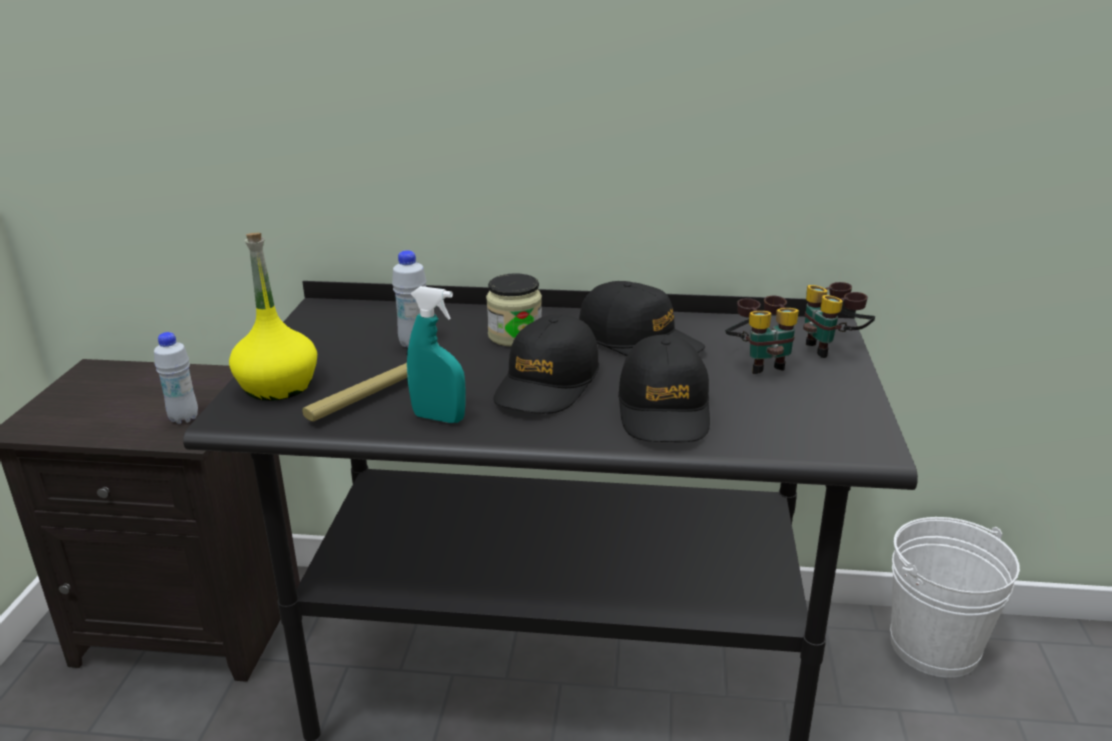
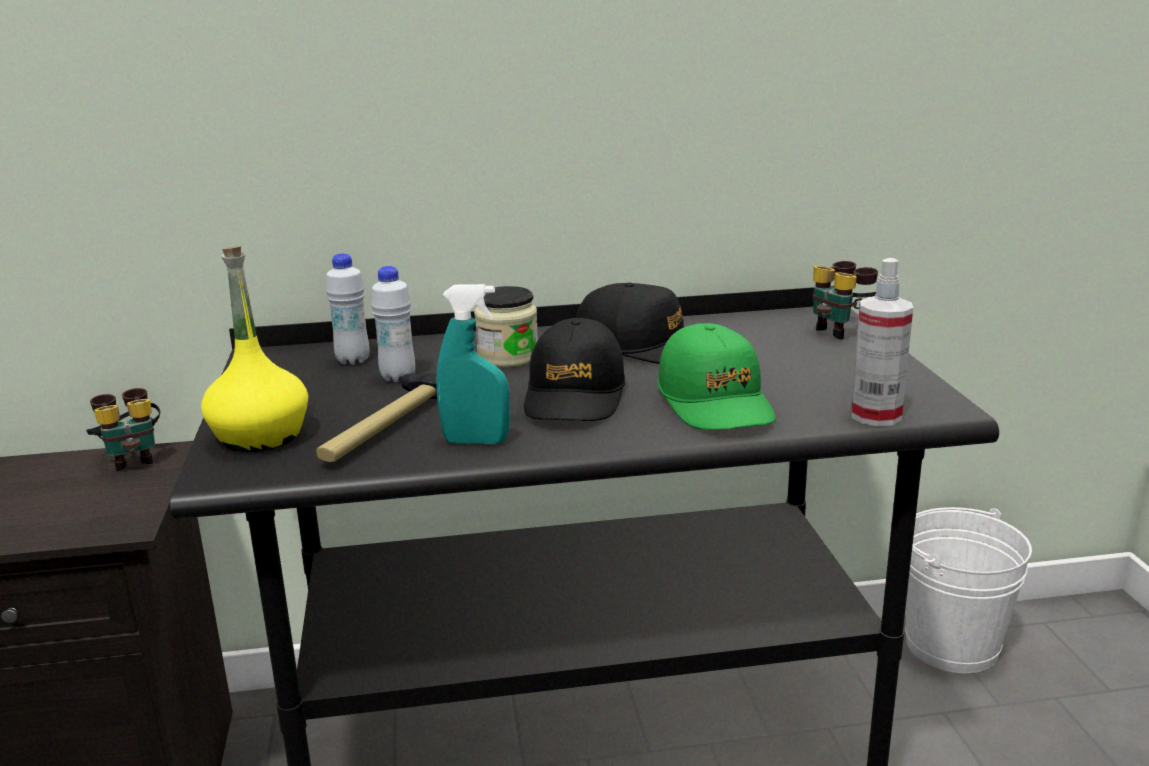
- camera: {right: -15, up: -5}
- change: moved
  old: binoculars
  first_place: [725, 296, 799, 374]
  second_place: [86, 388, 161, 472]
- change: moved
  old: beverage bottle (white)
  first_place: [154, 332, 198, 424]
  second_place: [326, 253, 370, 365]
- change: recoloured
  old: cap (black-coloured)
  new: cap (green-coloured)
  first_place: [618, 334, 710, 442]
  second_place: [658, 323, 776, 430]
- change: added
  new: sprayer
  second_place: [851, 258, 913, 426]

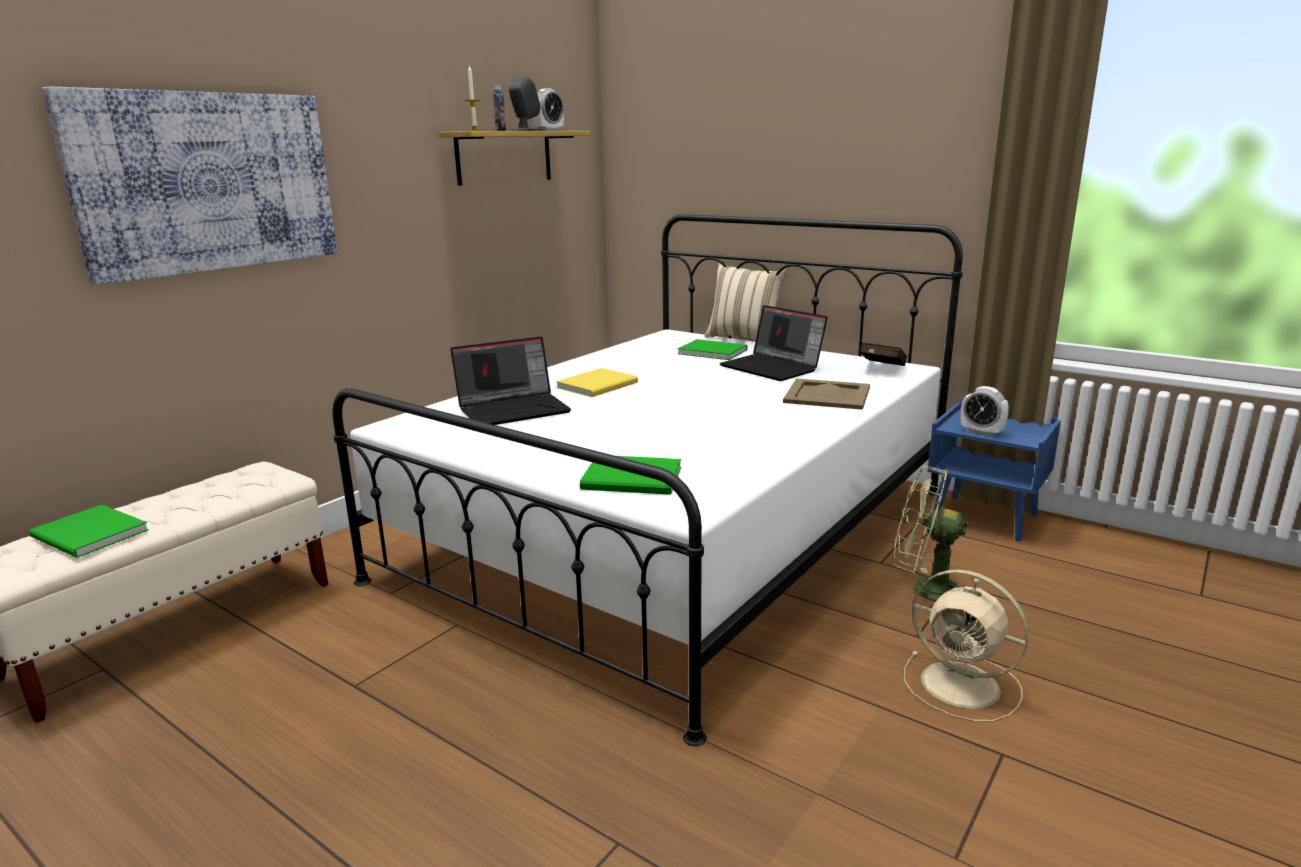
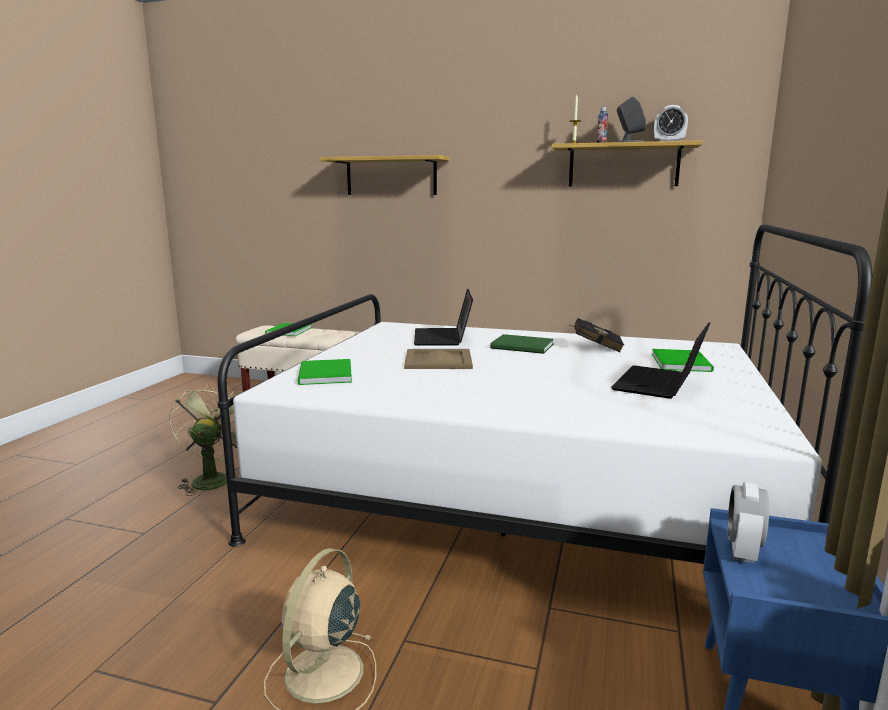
- camera: {right: 70, up: -5}
- change: moved
  old: electric fan (green-coloured)
  first_place: [893, 466, 968, 609]
  second_place: [169, 384, 241, 496]
- change: replaced
  old: wall picture
  new: wall shelf
  first_place: [42, 87, 337, 285]
  second_place: [320, 155, 450, 195]
- change: moved
  old: serving tray (sand-coloured)
  first_place: [783, 378, 870, 410]
  second_place: [404, 349, 473, 369]
- change: turned
  old: notebook computer
  first_place: [450, 336, 571, 425]
  second_place: [414, 288, 473, 346]
  degrees: 45
- change: recoloured
  old: volume (yellow-coloured)
  new: volume (green-coloured)
  first_place: [556, 368, 638, 397]
  second_place: [490, 334, 554, 354]
- change: moved
  old: volume (black-coloured)
  first_place: [860, 343, 907, 366]
  second_place: [567, 318, 624, 352]
- change: removed
  old: cushion (sand-coloured)
  first_place: [705, 263, 787, 340]

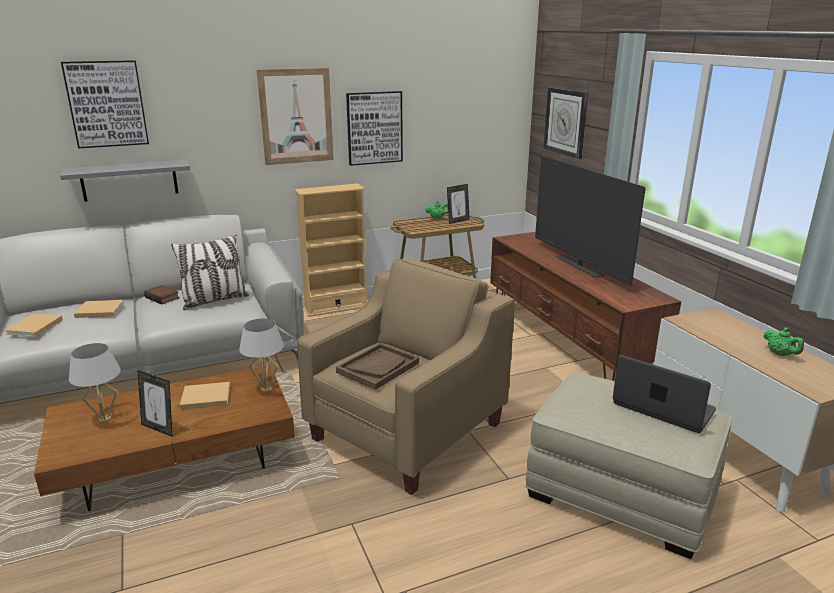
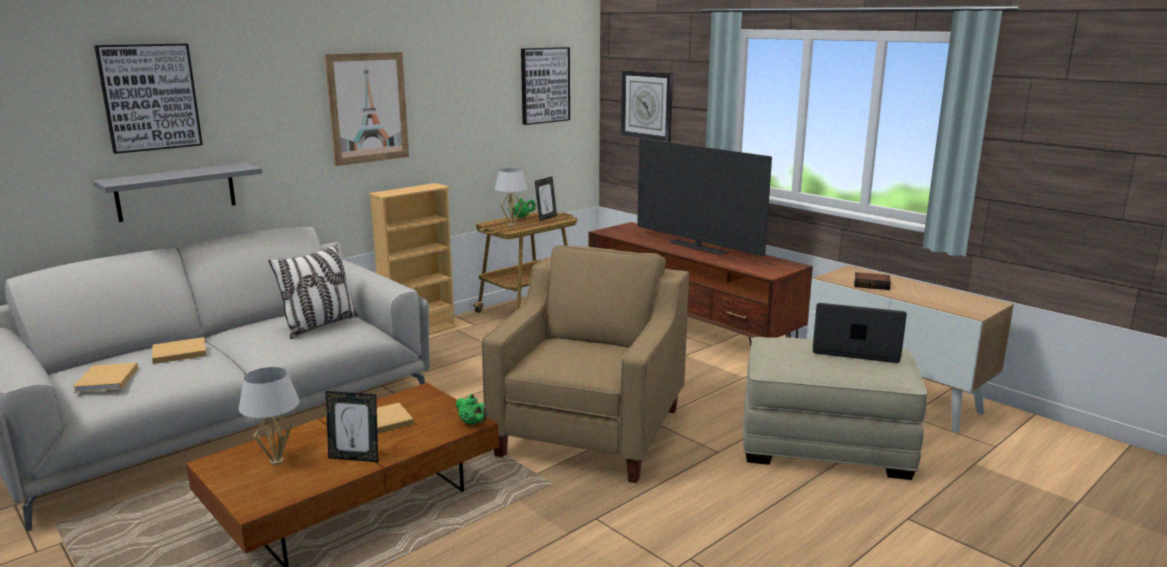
- camera: {right: -20, up: -5}
- change: moved
  old: tea pot (green-coloured)
  first_place: [763, 328, 804, 356]
  second_place: [456, 394, 487, 425]
- change: moved
  old: table lamp (white)
  first_place: [239, 318, 284, 392]
  second_place: [495, 168, 528, 226]
- change: moved
  old: wall picture
  first_place: [346, 91, 403, 166]
  second_place: [521, 47, 570, 125]
- change: moved
  old: volume
  first_place: [144, 285, 179, 305]
  second_place: [854, 272, 891, 290]
- change: removed
  old: serving tray (brown)
  first_place: [336, 343, 419, 390]

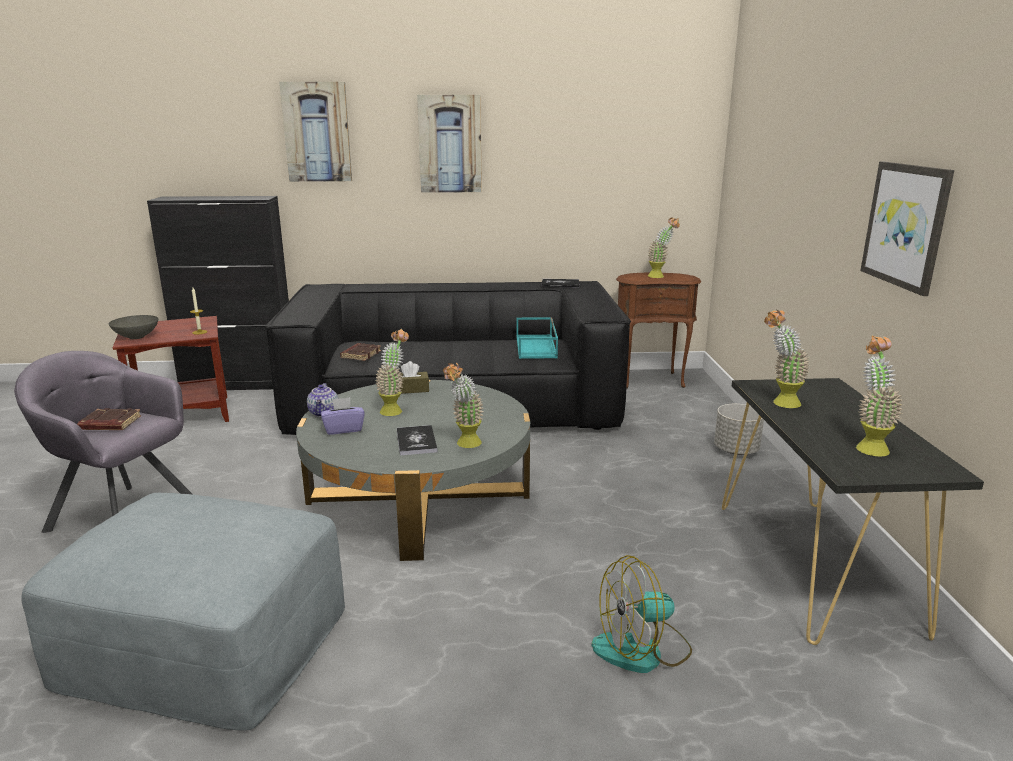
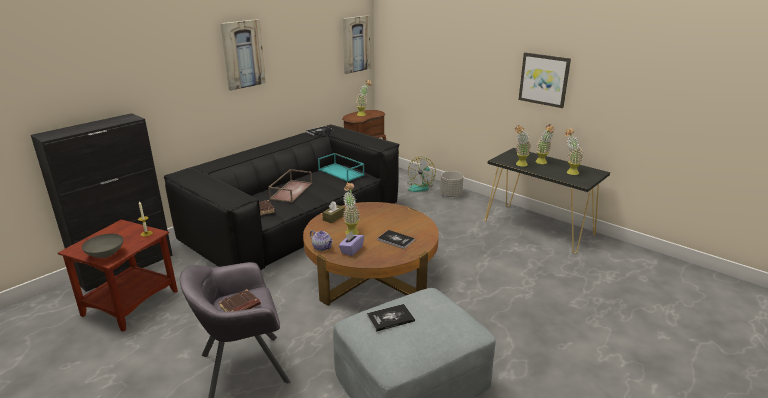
- camera: {right: -45, up: 5}
- change: added
  new: serving tray (brown)
  second_place: [268, 169, 312, 203]
- change: recoloured
  old: lounge table (grey)
  new: lounge table (brown)
  first_place: [296, 380, 530, 561]
  second_place: [303, 202, 439, 306]
- change: moved
  old: wall picture
  first_place: [279, 82, 352, 182]
  second_place: [342, 15, 370, 74]
- change: added
  new: volume
  second_place: [367, 304, 415, 332]
- change: moved
  old: electric fan
  first_place: [592, 555, 692, 673]
  second_place: [407, 157, 436, 192]
- change: moved
  old: plant in a pot
  first_place: [443, 363, 484, 448]
  second_place: [535, 124, 554, 164]

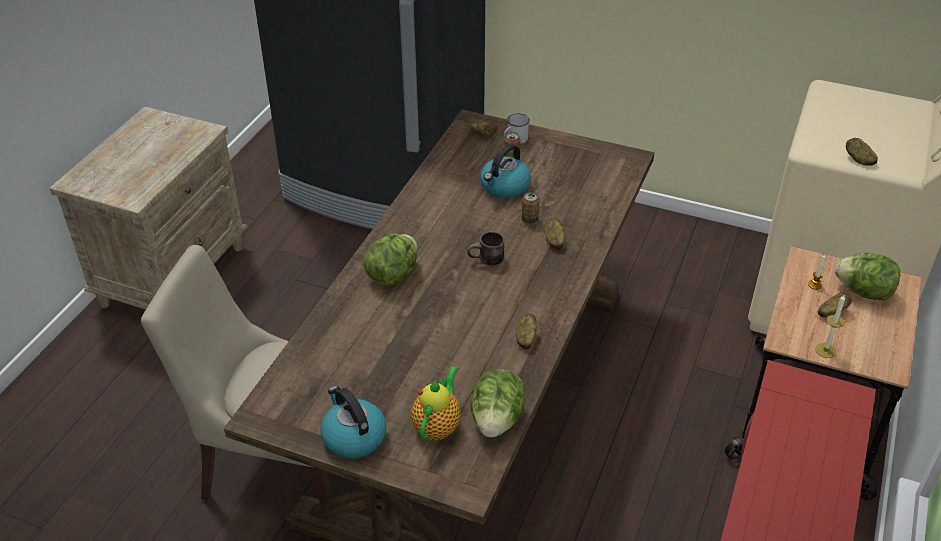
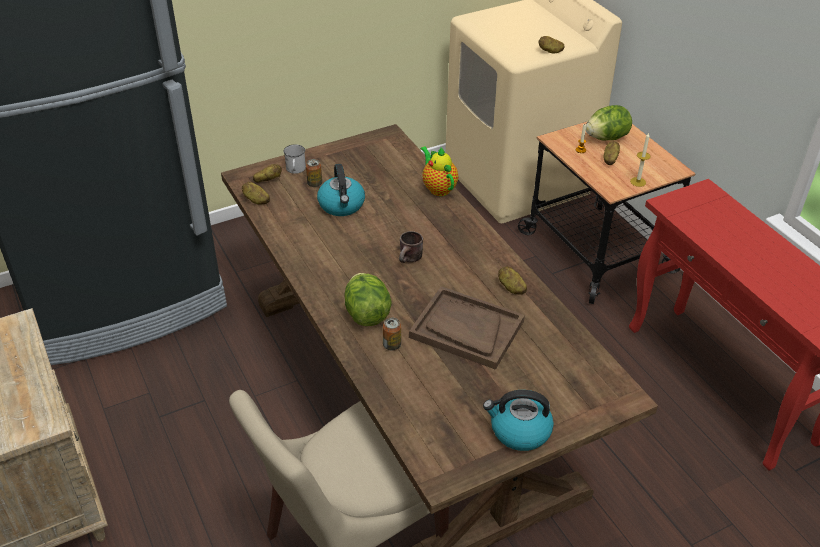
- camera: {right: -50, up: 0}
- change: moved
  old: whole potato
  first_place: [544, 218, 564, 249]
  second_place: [242, 182, 270, 205]
- change: moved
  old: metal can
  first_place: [521, 192, 540, 224]
  second_place: [383, 317, 401, 350]
- change: added
  new: serving tray (brown)
  second_place: [409, 286, 525, 370]
- change: moved
  old: tea pot
  first_place: [411, 366, 461, 441]
  second_place: [420, 146, 458, 196]
- change: removed
  old: lettuce head
  first_place: [470, 369, 525, 437]

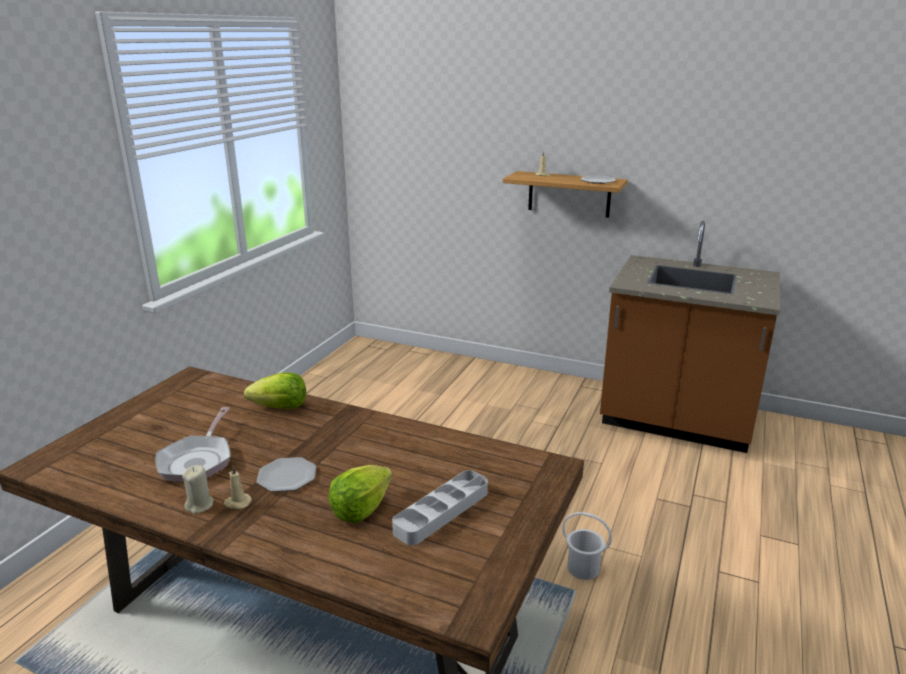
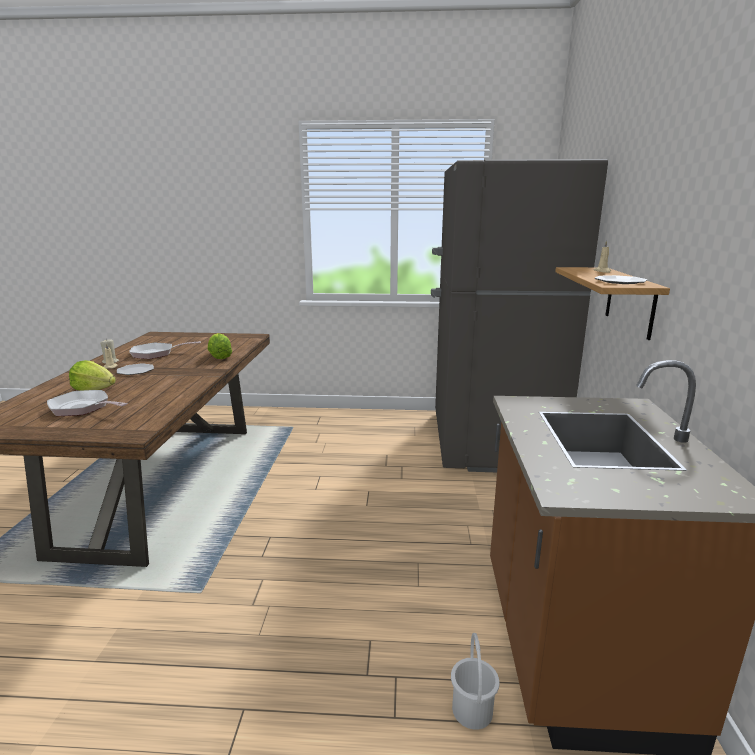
- camera: {right: 70, up: -5}
- change: replaced
  old: serving tray (grey)
  new: pan
  first_place: [392, 470, 488, 545]
  second_place: [47, 390, 128, 416]
- change: added
  new: kitchen fridge (grey)
  second_place: [431, 159, 608, 472]
- change: moved
  old: bucket (white)
  first_place: [562, 512, 612, 580]
  second_place: [451, 633, 500, 730]

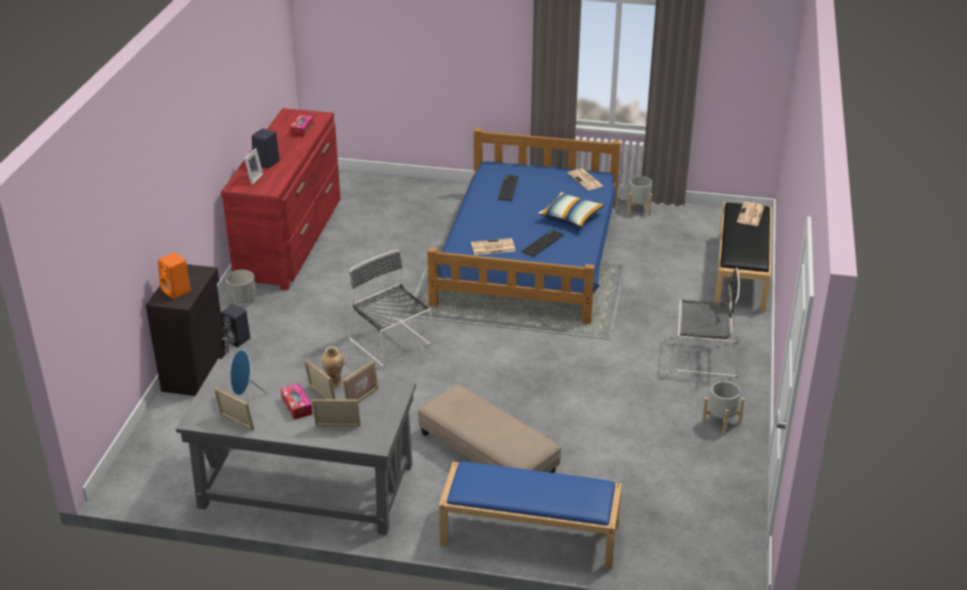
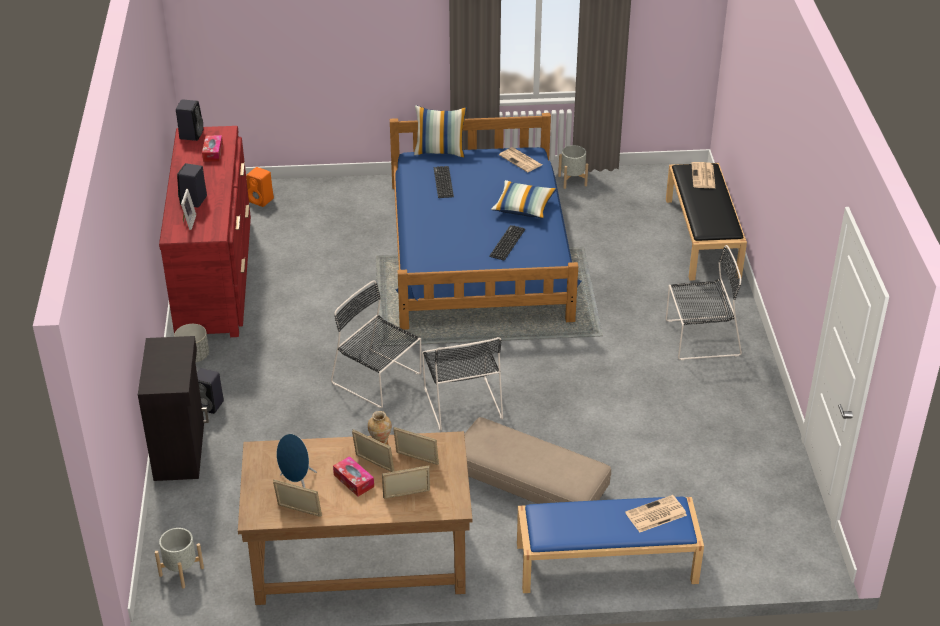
- camera: {right: -15, up: 5}
- change: moved
  old: plant pot (grey)
  first_place: [702, 381, 745, 435]
  second_place: [155, 528, 204, 588]
- change: added
  new: speaker (black-coloured)
  second_place: [176, 99, 203, 141]
- change: recoloured
  old: desk table (grey)
  new: desk table (brown)
  first_place: [176, 359, 416, 535]
  second_place: [238, 431, 472, 605]
- change: moved
  old: speaker (orangey)
  first_place: [158, 252, 191, 299]
  second_place: [246, 167, 274, 207]
- change: turned
  old: picture frame
  first_place: [343, 360, 378, 403]
  second_place: [394, 427, 439, 465]
  degrees: -90
- change: added
  new: cushion
  second_place: [414, 105, 467, 157]
- change: added
  new: upright chair (black-coloured)
  second_place: [422, 337, 503, 431]
- change: moved
  old: printed paper
  first_place: [471, 238, 515, 255]
  second_place: [625, 495, 687, 533]

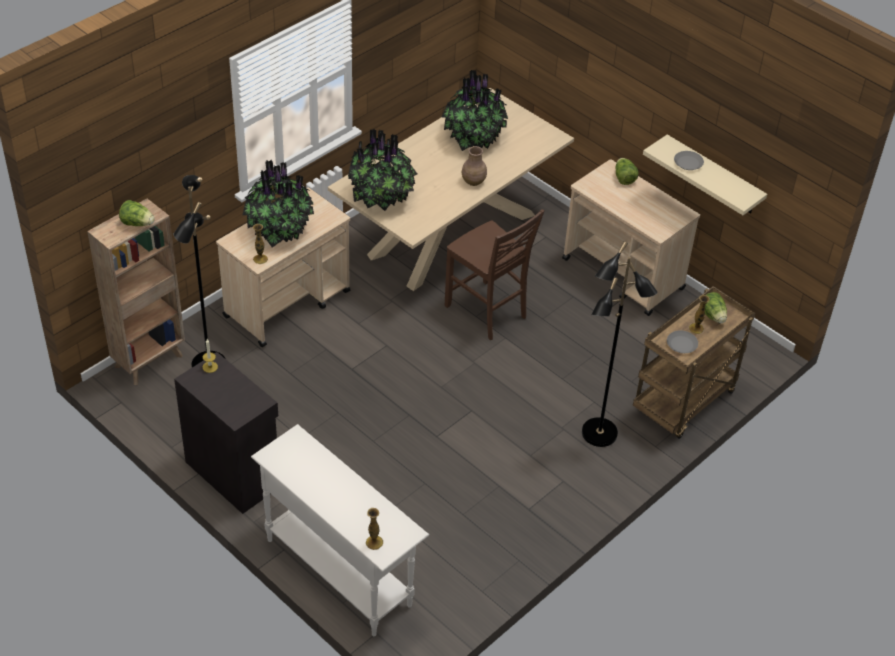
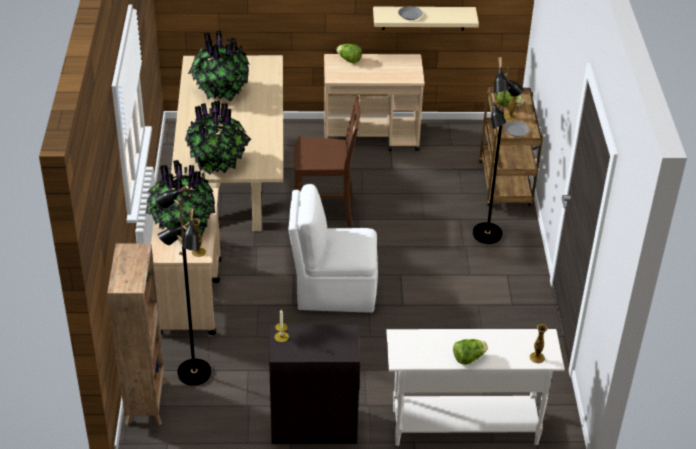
- camera: {right: -45, up: -5}
- change: added
  new: upright chair (white)
  second_place: [288, 184, 378, 313]
- change: moved
  old: lettuce head
  first_place: [119, 200, 155, 226]
  second_place: [453, 339, 488, 365]
- change: removed
  old: decorative vase (brown)
  first_place: [462, 146, 487, 186]

